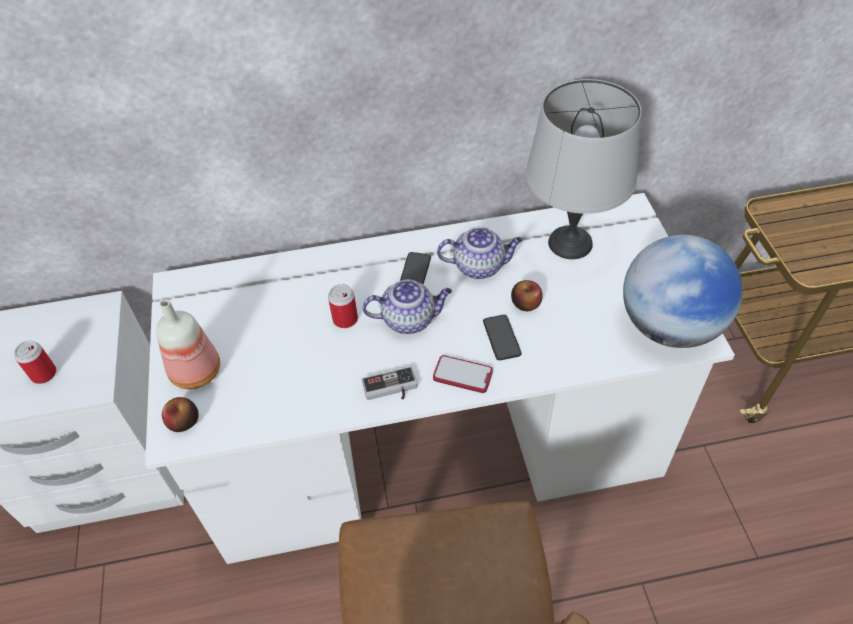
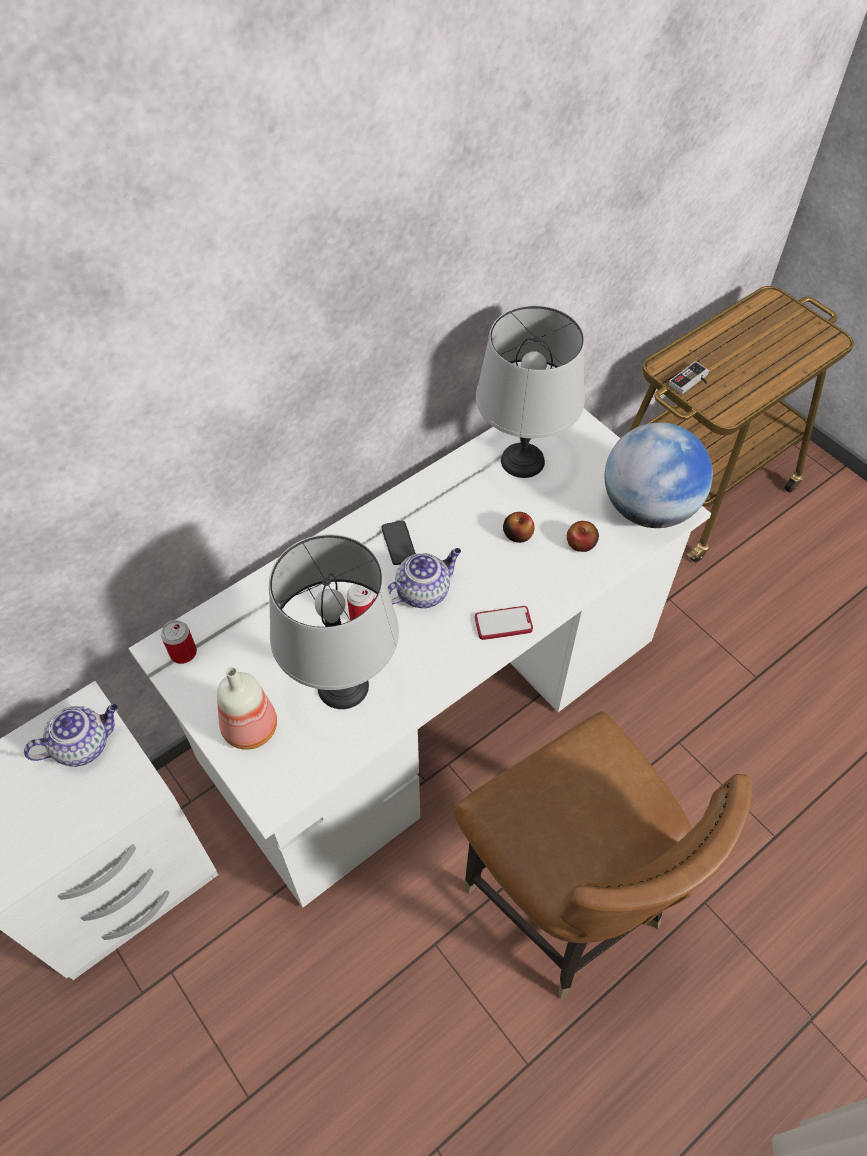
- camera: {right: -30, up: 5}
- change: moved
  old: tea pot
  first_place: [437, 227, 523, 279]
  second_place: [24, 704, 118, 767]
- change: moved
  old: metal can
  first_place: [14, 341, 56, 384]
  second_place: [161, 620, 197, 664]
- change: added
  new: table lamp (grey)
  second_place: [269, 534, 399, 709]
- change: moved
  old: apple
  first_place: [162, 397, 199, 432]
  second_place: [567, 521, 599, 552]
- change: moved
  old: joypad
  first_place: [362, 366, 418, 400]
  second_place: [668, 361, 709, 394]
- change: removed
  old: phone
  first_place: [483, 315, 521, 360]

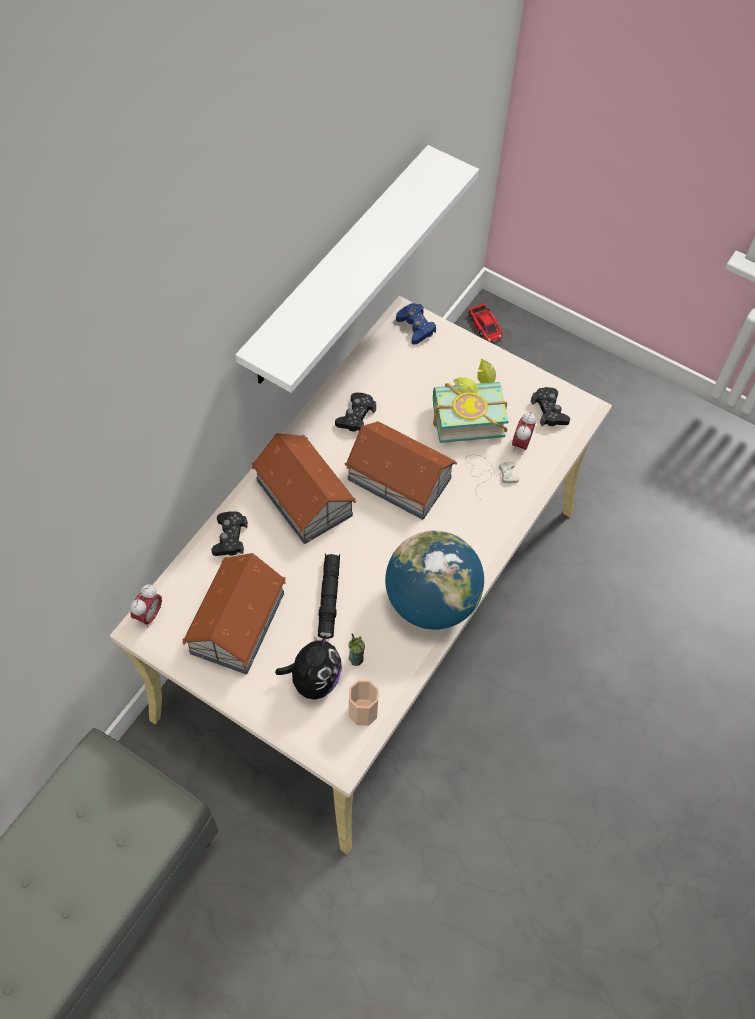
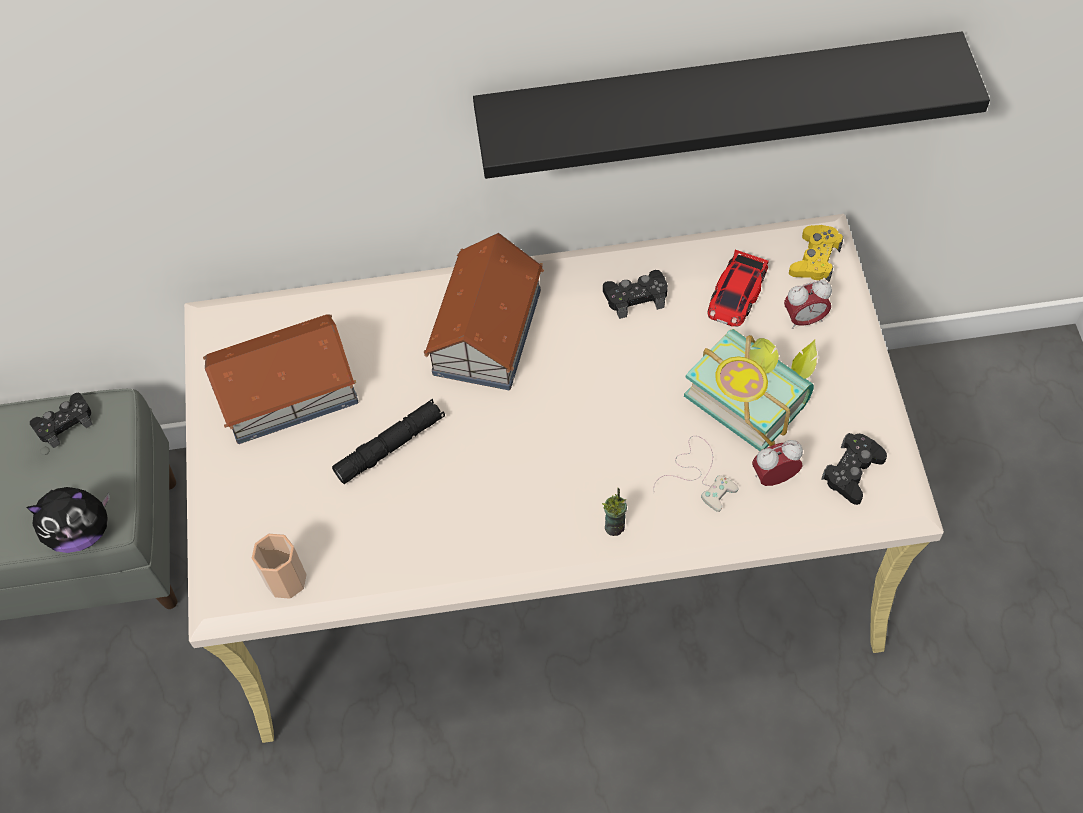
- camera: {right: 55, up: 0}
- change: moved
  old: plush toy
  first_place: [275, 635, 342, 700]
  second_place: [26, 487, 110, 553]
- change: moved
  old: joypad (black-coloured)
  first_place: [211, 511, 248, 556]
  second_place: [30, 393, 93, 448]
- change: recoloured
  old: wall shelf (white)
  new: wall shelf (black-coloured)
  first_place: [235, 145, 479, 393]
  second_place: [473, 32, 990, 179]
- change: moved
  old: small cup
  first_place: [348, 633, 365, 666]
  second_place: [602, 488, 627, 536]
- change: moved
  old: toy car
  first_place: [469, 303, 503, 343]
  second_place: [707, 250, 769, 327]
- change: moved
  old: bedside clock
  first_place: [130, 584, 162, 627]
  second_place: [784, 280, 832, 329]
- change: recoloured
  old: joypad (blue-coloured)
  new: joypad (yellow-coloured)
  first_place: [396, 303, 436, 345]
  second_place: [789, 225, 844, 282]
- change: removed
  old: miniature house
  first_place: [344, 421, 457, 520]
- change: removed
  old: desk globe
  first_place: [385, 530, 484, 630]

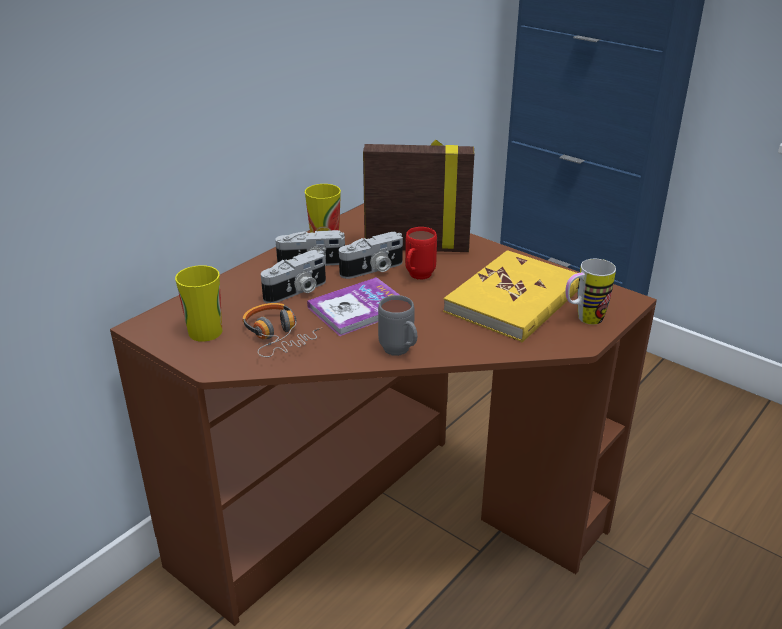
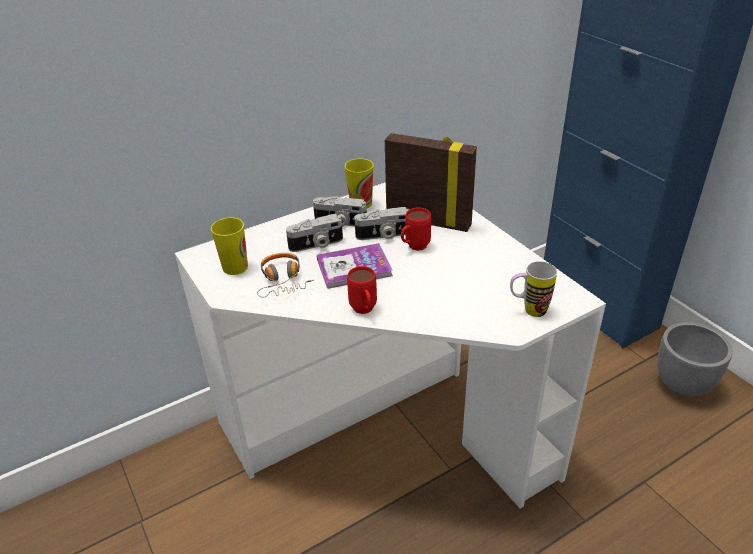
- camera: {right: 20, up: 5}
- change: recoloured
  old: desk table (brown)
  new: desk table (white)
  first_place: [110, 203, 657, 626]
  second_place: [175, 182, 606, 508]
- change: recoloured
  old: coffee mug (grey)
  new: coffee mug (red)
  first_place: [378, 295, 417, 356]
  second_place: [347, 266, 377, 314]
- change: added
  new: plant pot (grey)
  second_place: [657, 322, 733, 397]
- change: removed
  old: volume (yellow-coloured)
  first_place: [443, 250, 579, 342]

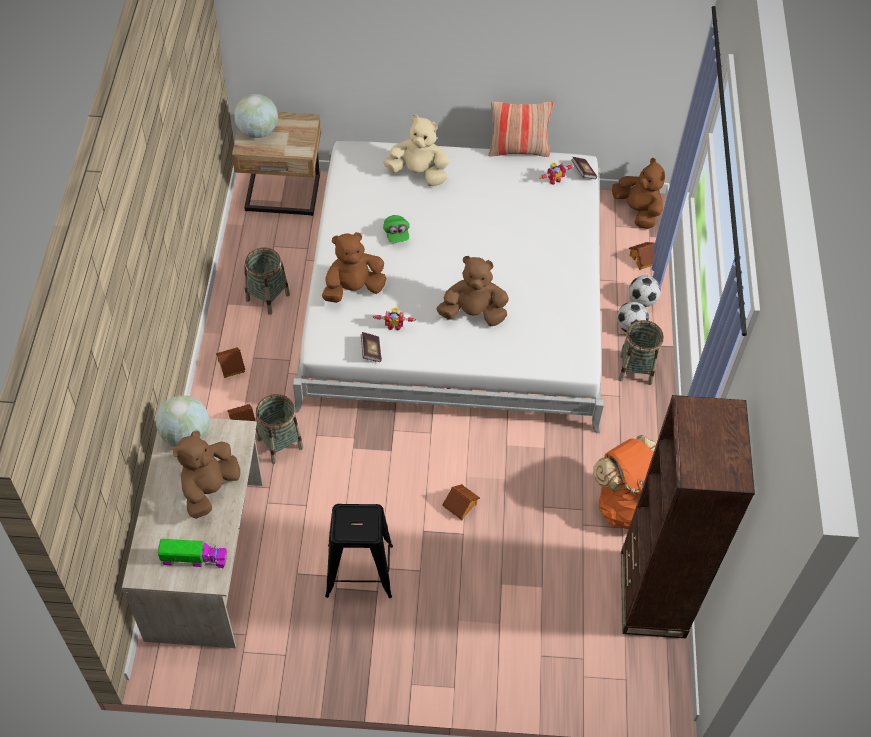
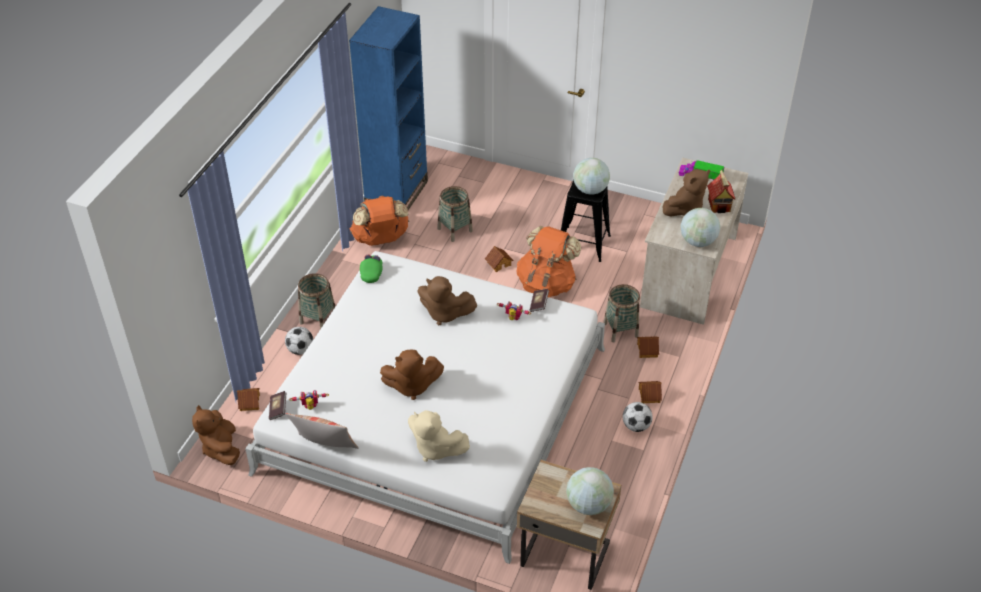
- camera: {right: -160, up: -10}
- change: recoloured
  old: shelving unit (brown)
  new: shelving unit (blue-coloured)
  first_place: [621, 395, 755, 638]
  second_place: [349, 6, 428, 210]
- change: moved
  old: cap (green-coloured)
  first_place: [383, 215, 410, 243]
  second_place: [360, 255, 382, 283]
- change: moved
  old: plush toy (brown)
  first_place: [322, 232, 386, 303]
  second_place: [380, 349, 444, 400]
- change: moved
  old: household basket
  first_place: [244, 247, 290, 315]
  second_place: [437, 186, 473, 242]
- change: added
  new: knapsack (orangey)
  second_place: [516, 226, 581, 297]
- change: added
  new: desk globe
  second_place: [573, 158, 610, 195]
- change: moved
  old: football ball
  first_place: [629, 275, 661, 307]
  second_place: [623, 402, 653, 432]
- change: added
  new: miniature house
  second_place: [707, 170, 736, 213]

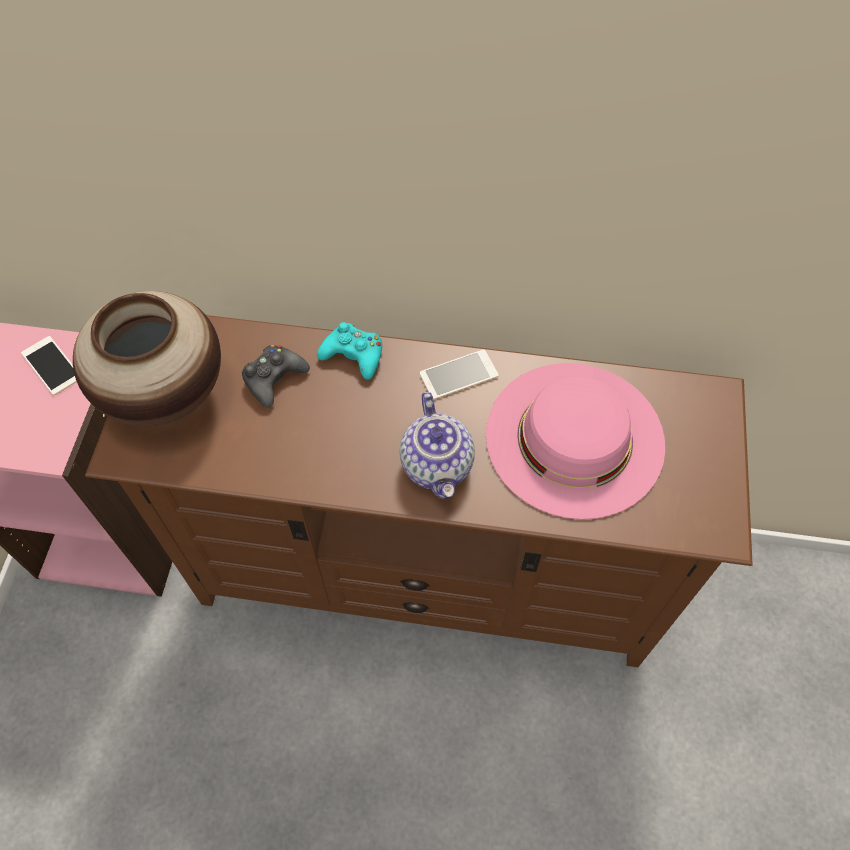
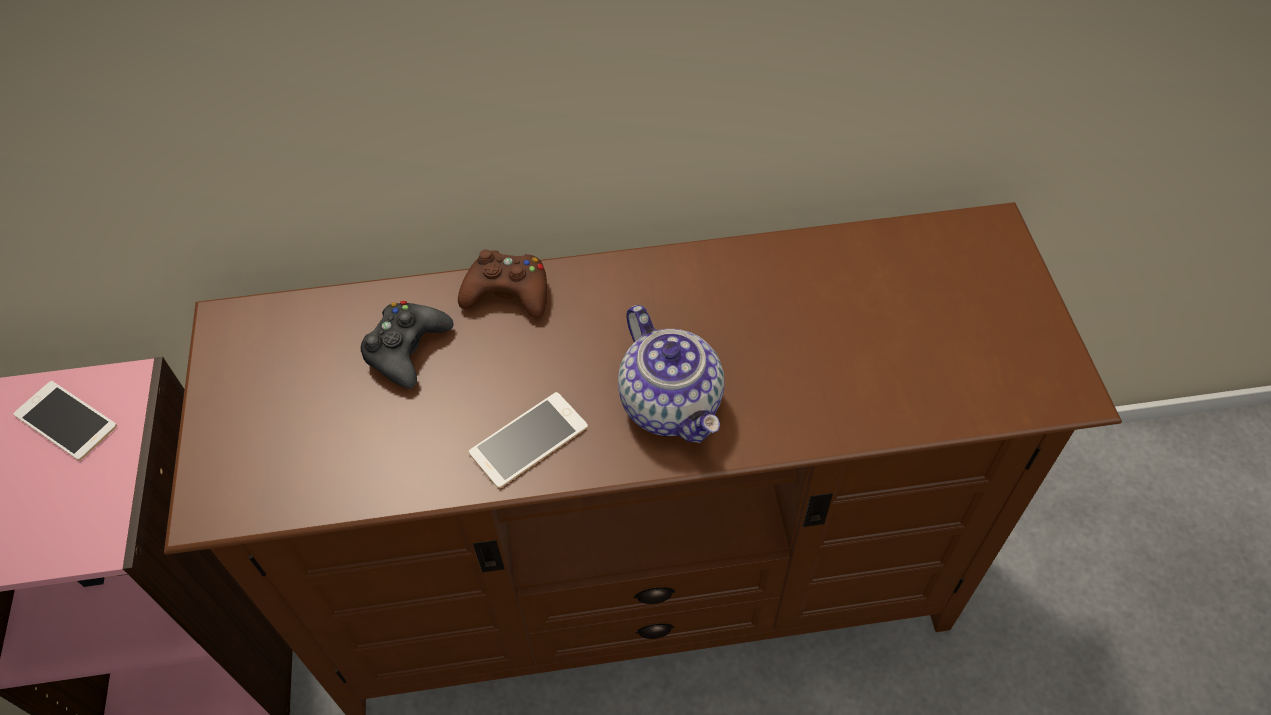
- camera: {right: -15, up: -5}
- change: recoloured
  old: joypad (turquoise)
  new: joypad (brown)
  first_place: [317, 322, 382, 380]
  second_place: [458, 250, 547, 318]
- change: moved
  old: phone
  first_place: [420, 349, 498, 400]
  second_place: [469, 392, 588, 488]
- change: removed
  old: decorative vase
  first_place: [73, 291, 221, 427]
- change: removed
  old: hat (pinkish)
  first_place: [486, 363, 665, 520]

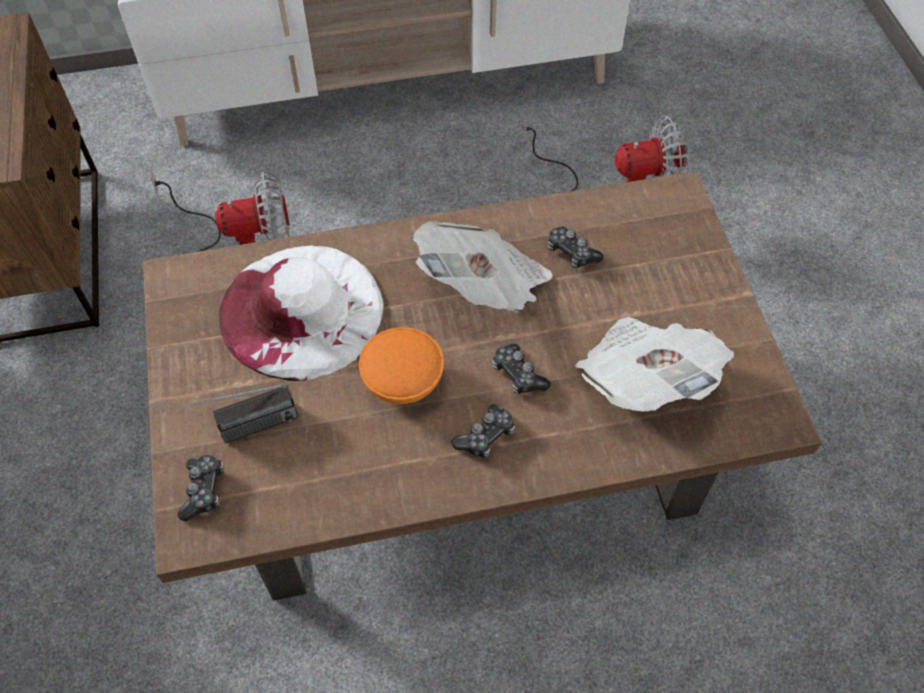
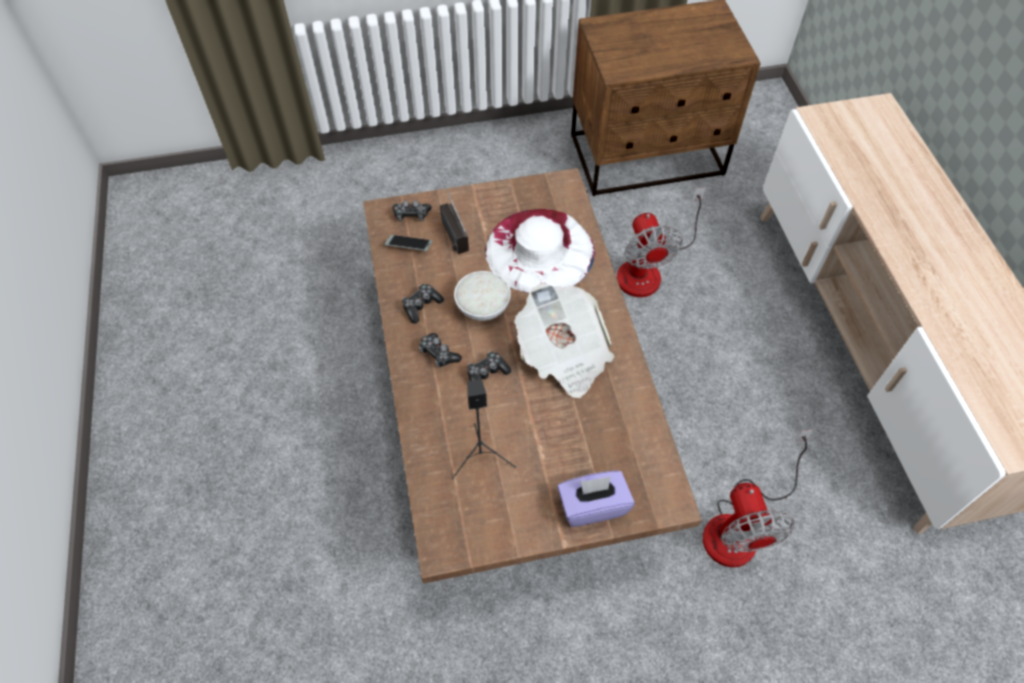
- camera: {right: 90, up: 0}
- change: added
  new: phone
  second_place: [385, 235, 432, 251]
- change: moved
  old: joypad
  first_place: [547, 226, 603, 269]
  second_place: [402, 284, 444, 323]
- change: replaced
  old: printed paper
  new: speaker (black-coloured)
  first_place: [575, 317, 734, 412]
  second_place: [452, 379, 516, 479]
- change: recoloured
  old: serving bowl (orangey)
  new: serving bowl (white)
  first_place: [359, 327, 444, 404]
  second_place: [454, 271, 511, 321]
- change: added
  new: box of tissues (purple)
  second_place: [557, 471, 635, 527]

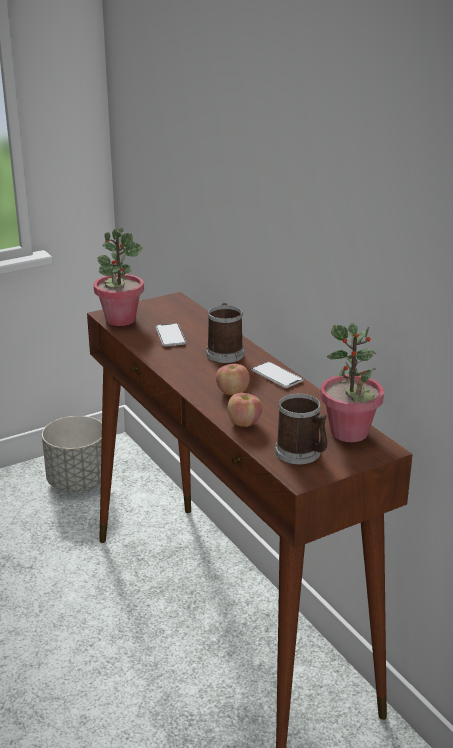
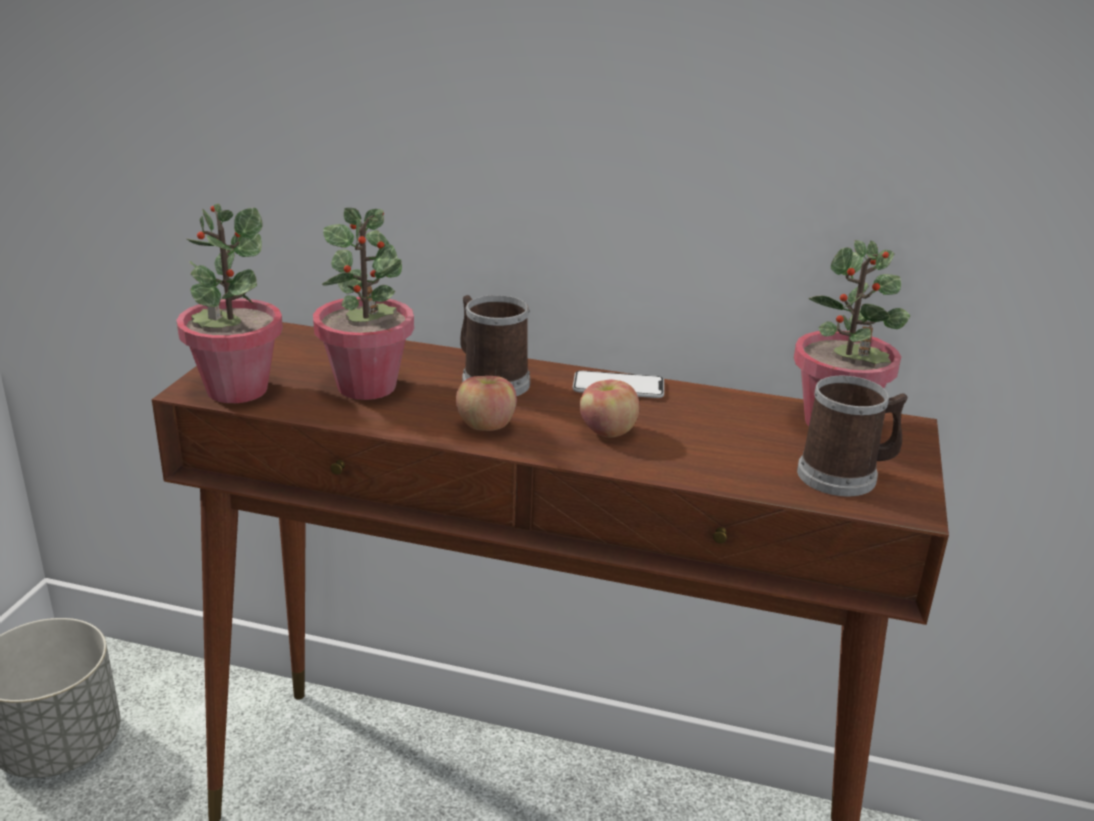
- camera: {right: -45, up: 0}
- change: replaced
  old: phone
  new: plant in a pot
  first_place: [156, 323, 186, 346]
  second_place: [313, 208, 414, 400]
- change: moved
  old: apple
  first_place: [228, 393, 262, 427]
  second_place: [456, 376, 517, 431]

